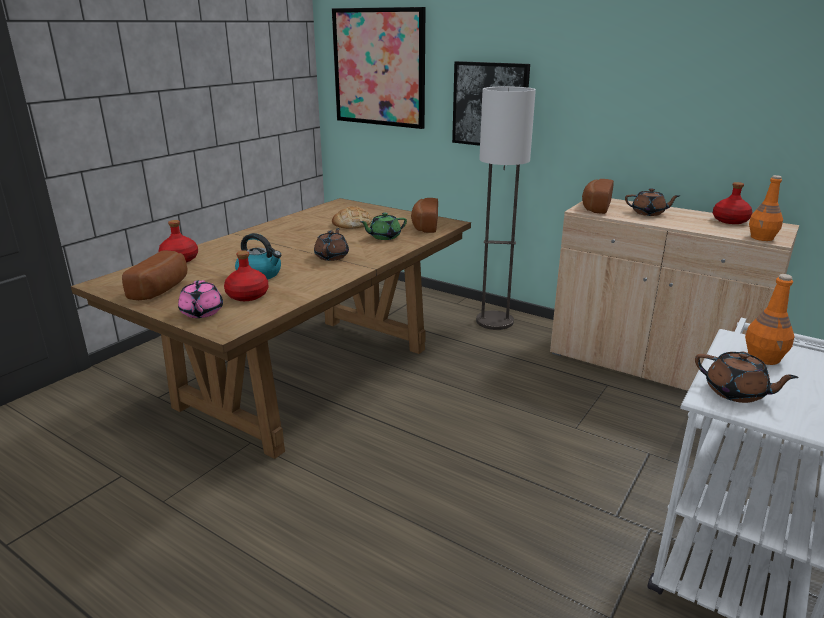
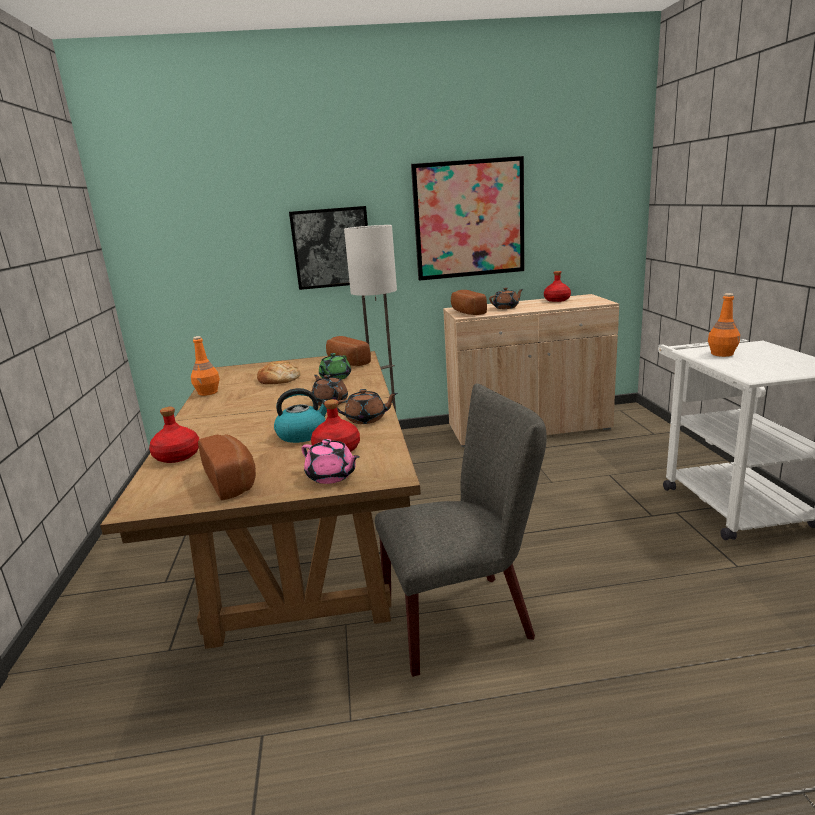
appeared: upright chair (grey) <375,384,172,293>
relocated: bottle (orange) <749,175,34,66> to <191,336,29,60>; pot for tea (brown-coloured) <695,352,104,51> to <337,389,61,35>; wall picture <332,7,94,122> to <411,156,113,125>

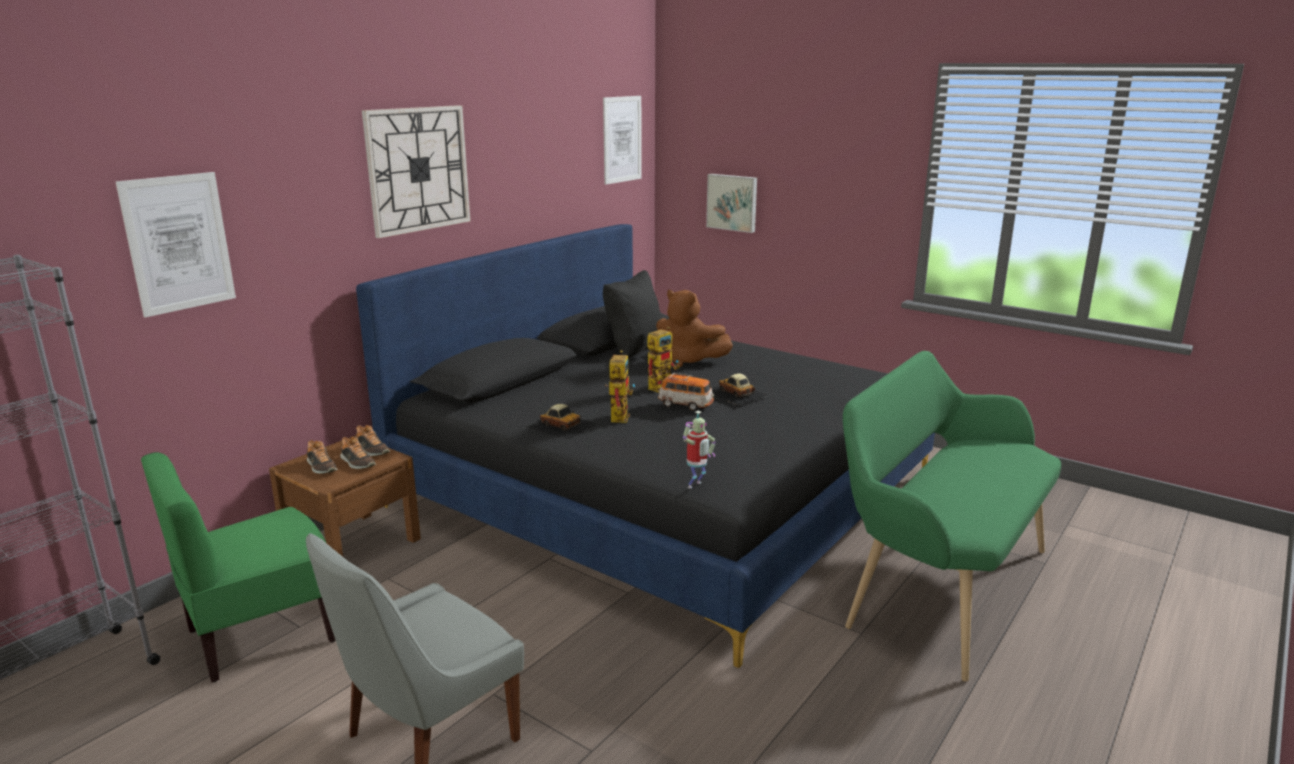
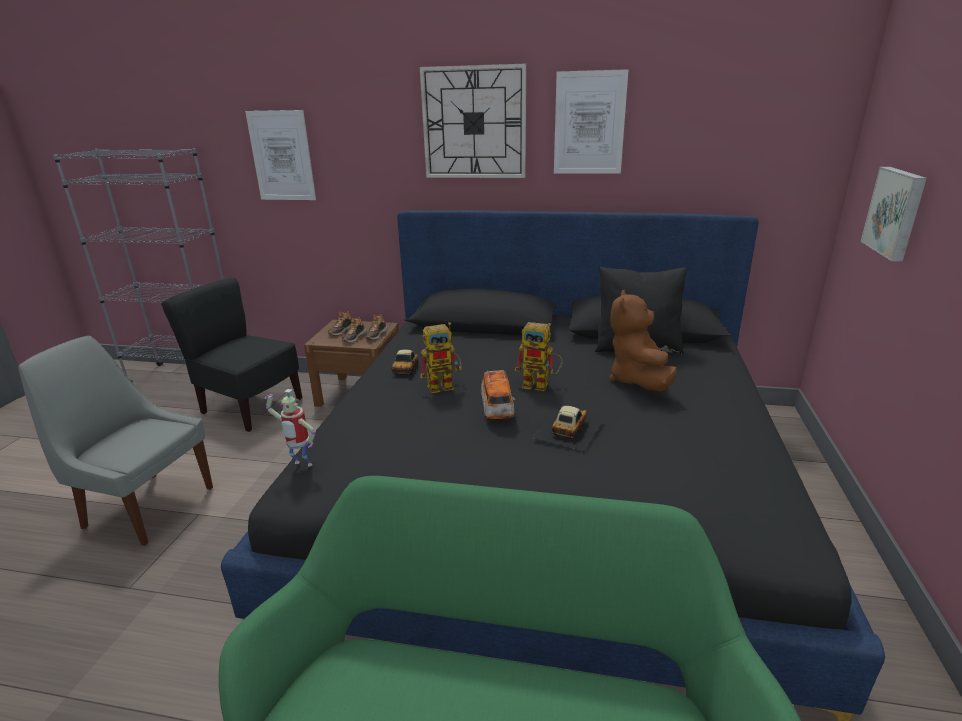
relocated: wall picture <603,96,39,89> to <554,69,75,105>
colour: upright chair (green-coloured) <141,452,195,230> to upright chair (blackish) <161,278,141,154>

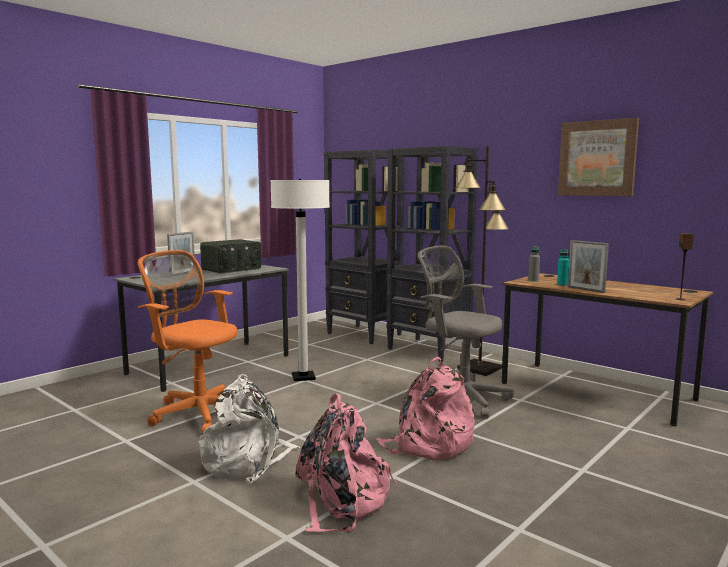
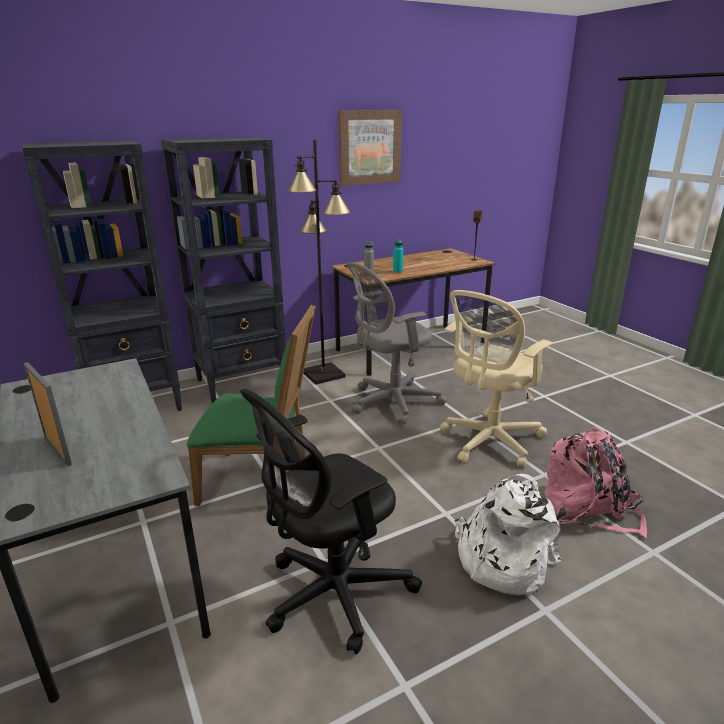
missing: radio set <200,239,61,34>; picture frame <568,240,41,53>
exchanged: standard lamp (white-coloured) <270,179,60,202> to upright chair (green-coloured) <187,304,129,202>; backpack (pinkish) <376,357,99,103> to computer chair (beige-coloured) <440,290,112,178>
colour: computer chair (orange) <138,250,100,183> to computer chair (blackish) <240,389,182,265>

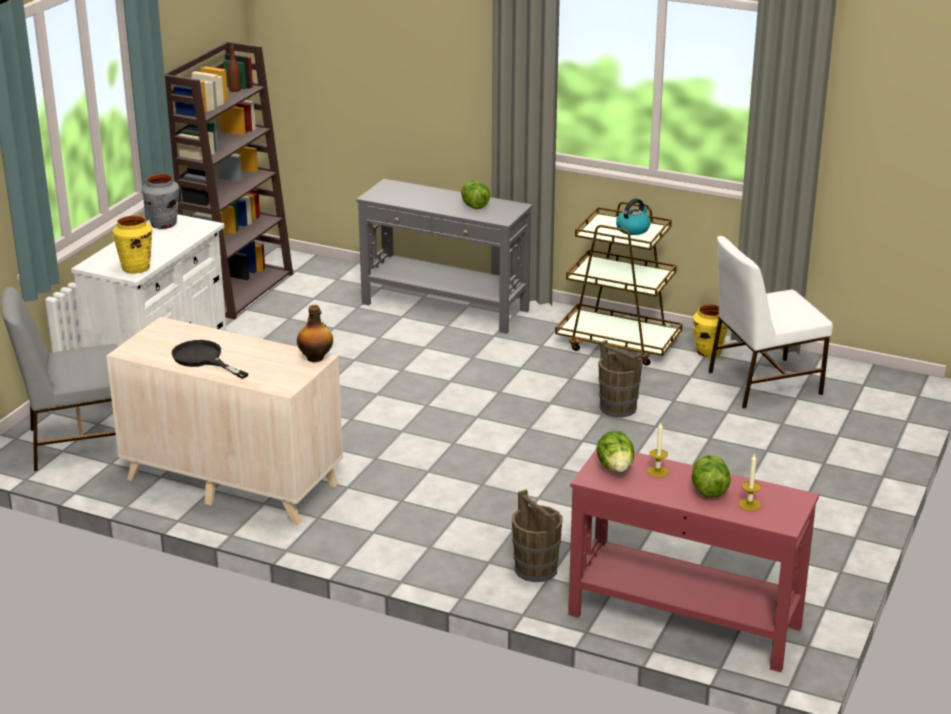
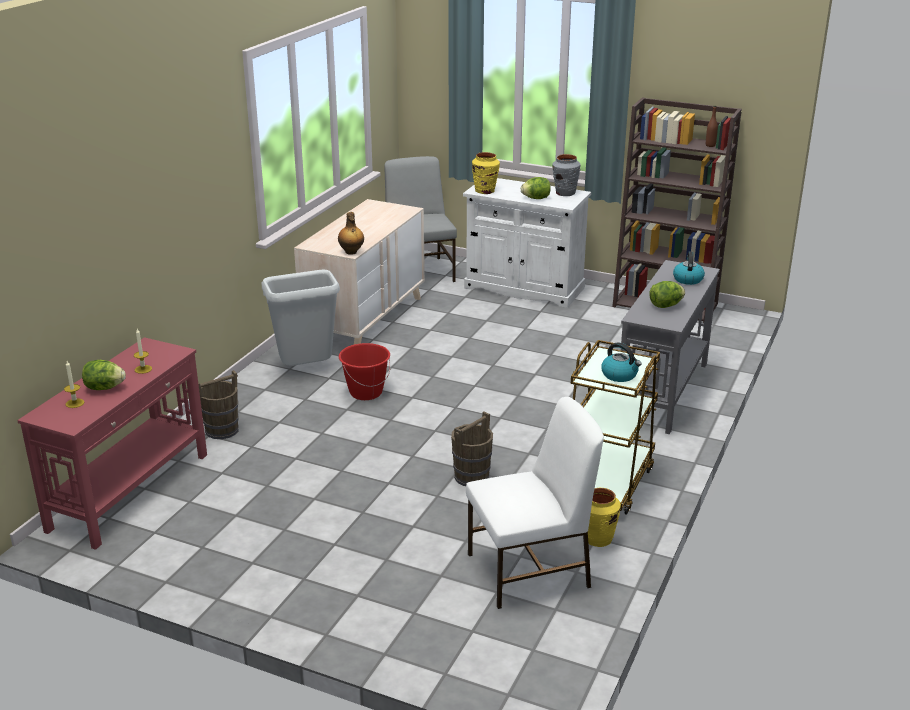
missing: skillet (blackish) <171,340,78,39>
appeared: waste bin (grey) <261,270,79,96>; water bucket (reddish) <339,343,51,57>; tea kettle <673,251,32,34>
relocated: lettuce head <596,431,38,42> to <521,177,30,22>
spun: upright chair (white-coloured) <708,236,125,172> = <466,397,138,212> 90 degrees clockwise

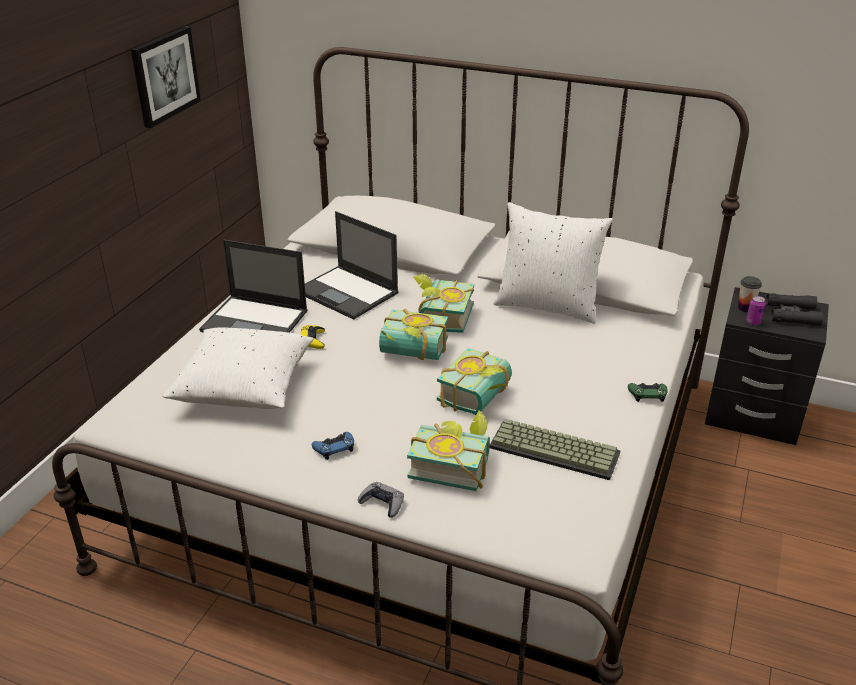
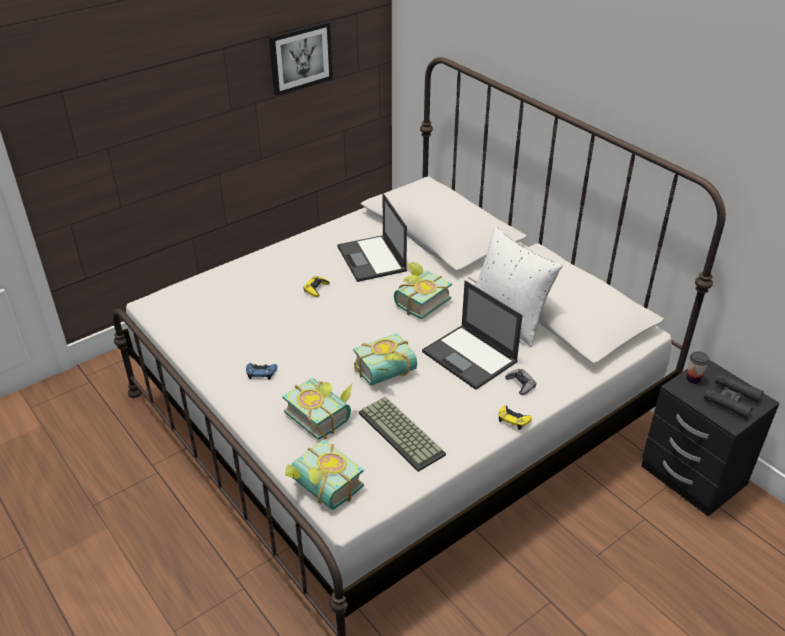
missing: throw pillow (white-coloured) <163,327,151,82>; metal can <746,296,20,30>
relocated: bound book <379,309,69,51> to <285,439,79,71>; laptop <199,240,108,93> to <422,280,101,110>; gamepad (grey) <358,482,46,36> to <505,369,31,26>
colour: gamepad (green-coloured) <628,383,40,19> to gamepad (yellow) <499,406,33,24>

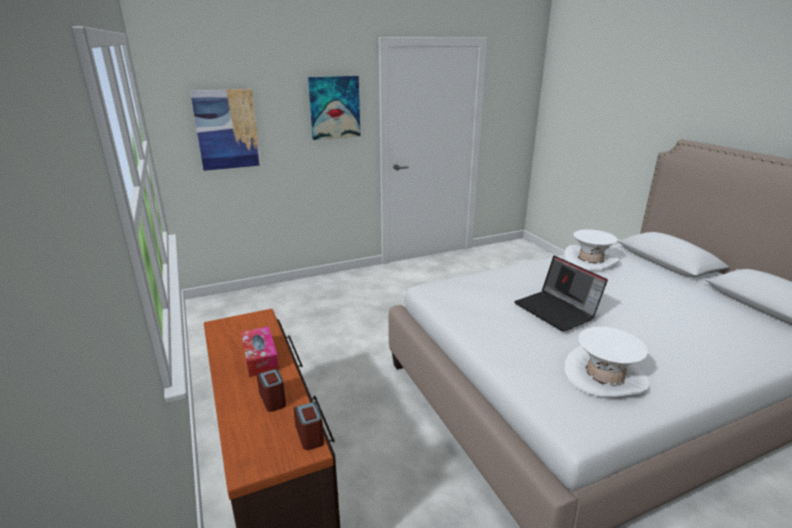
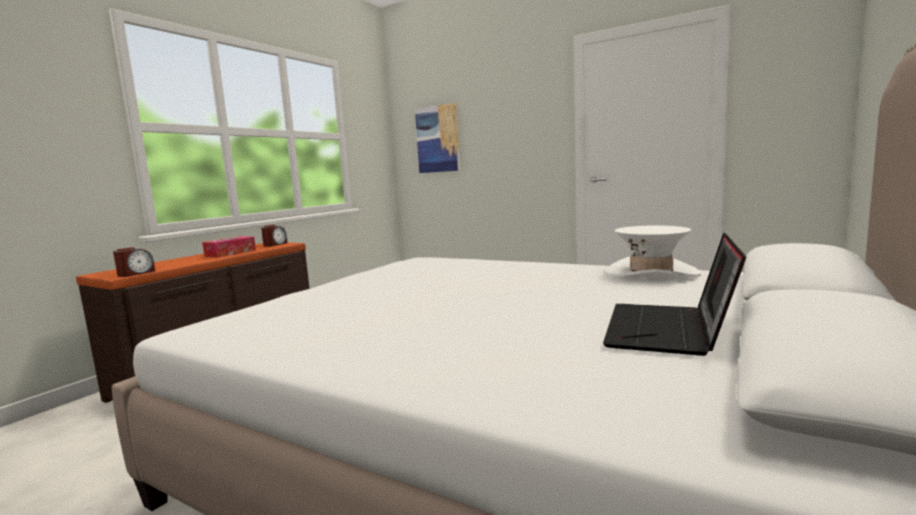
missing: wall picture <308,76,52,64>; hat (white-coloured) <564,327,86,70>
relocated: bedside clock <257,369,29,43> to <261,225,26,21>; laptop <514,256,94,76> to <603,233,143,123>

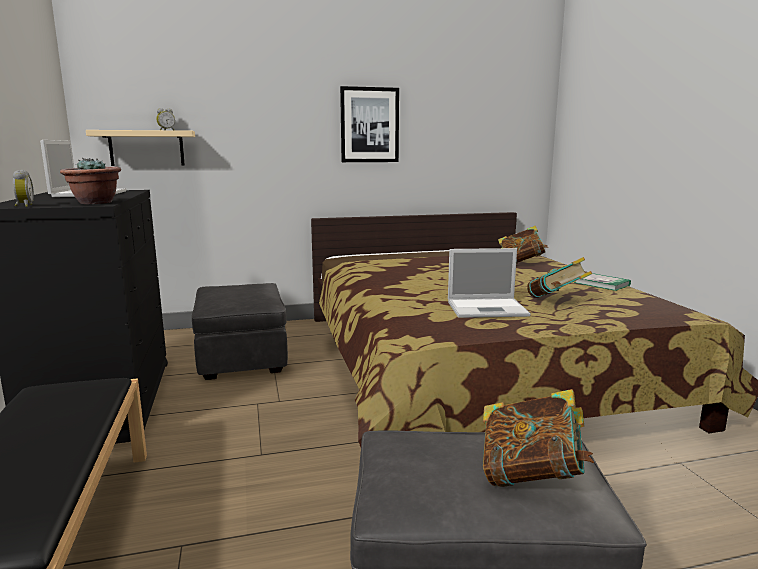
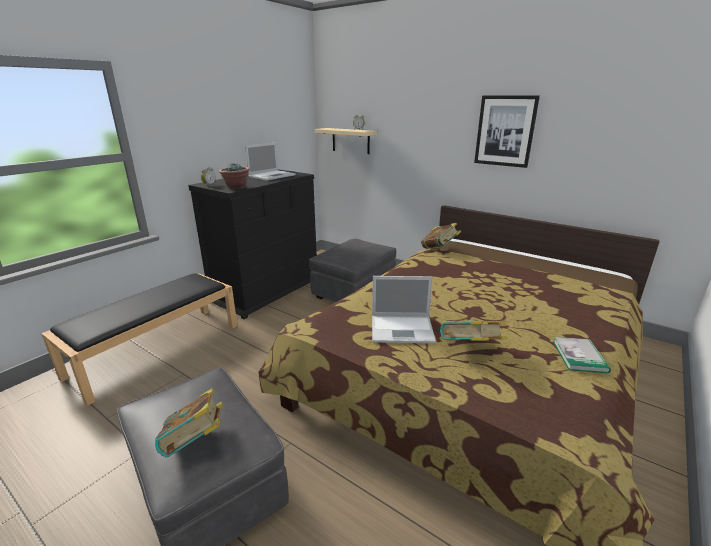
relocated: bound book <498,226,51,38> to <421,223,40,26>
spun: laptop <448,248,83,70> = <372,276,64,68> 45 degrees counterclockwise

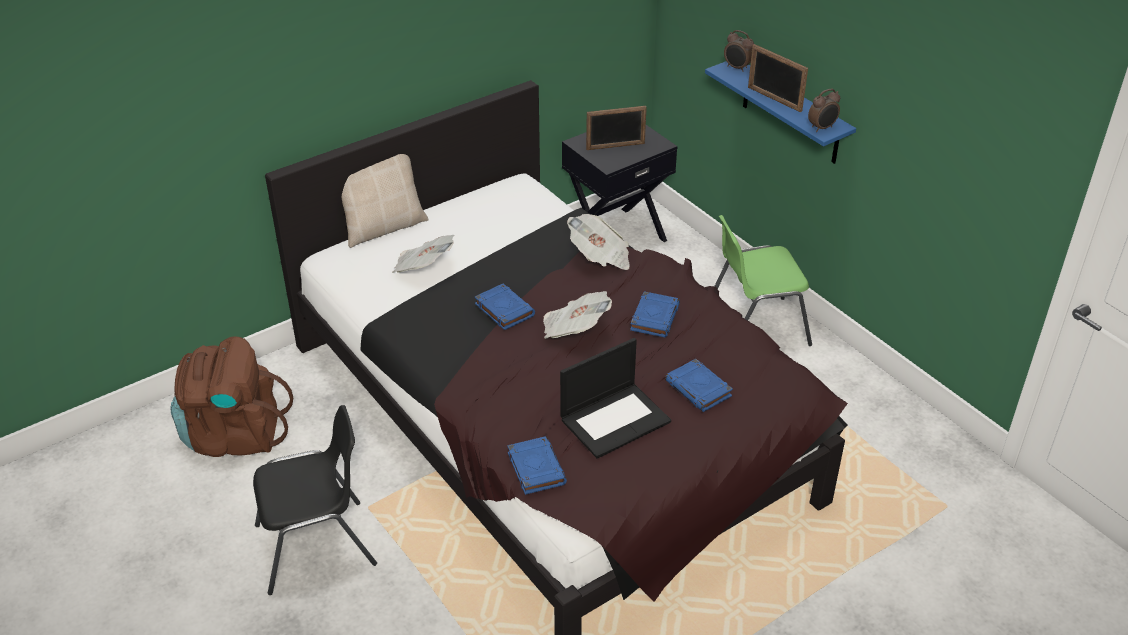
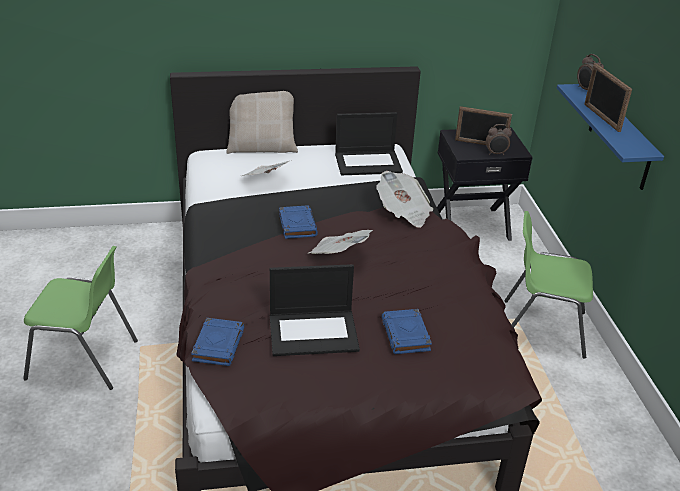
missing: backpack (brown-coloured) <170,336,123,121>; bound book (bluish) <630,291,50,46>
appeared: laptop <335,112,68,63>
relocated: bedside clock <808,89,32,43> to <486,124,26,31>
colour: upright chair (blackish) <253,405,124,190> to upright chair (green-coloured) <23,246,115,144>

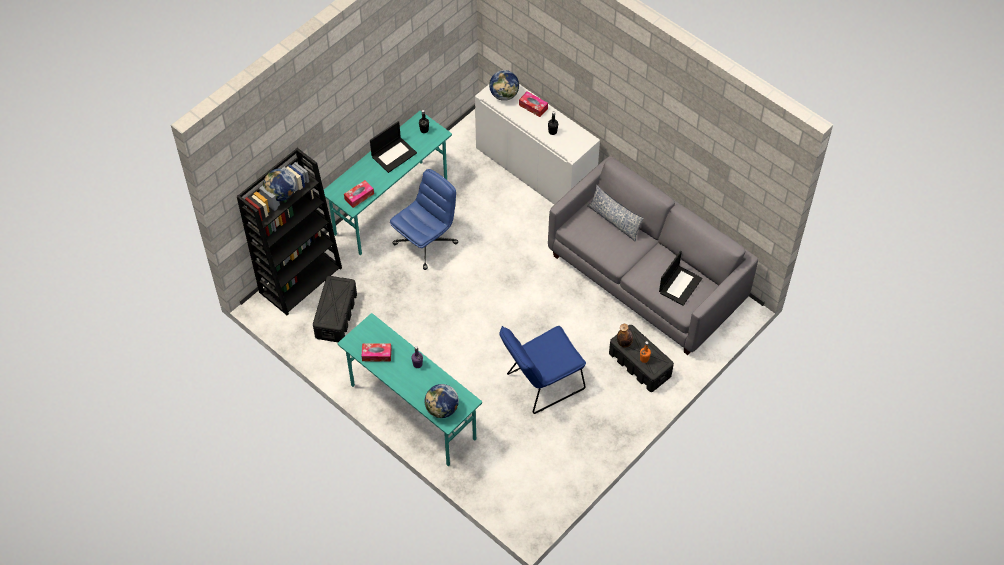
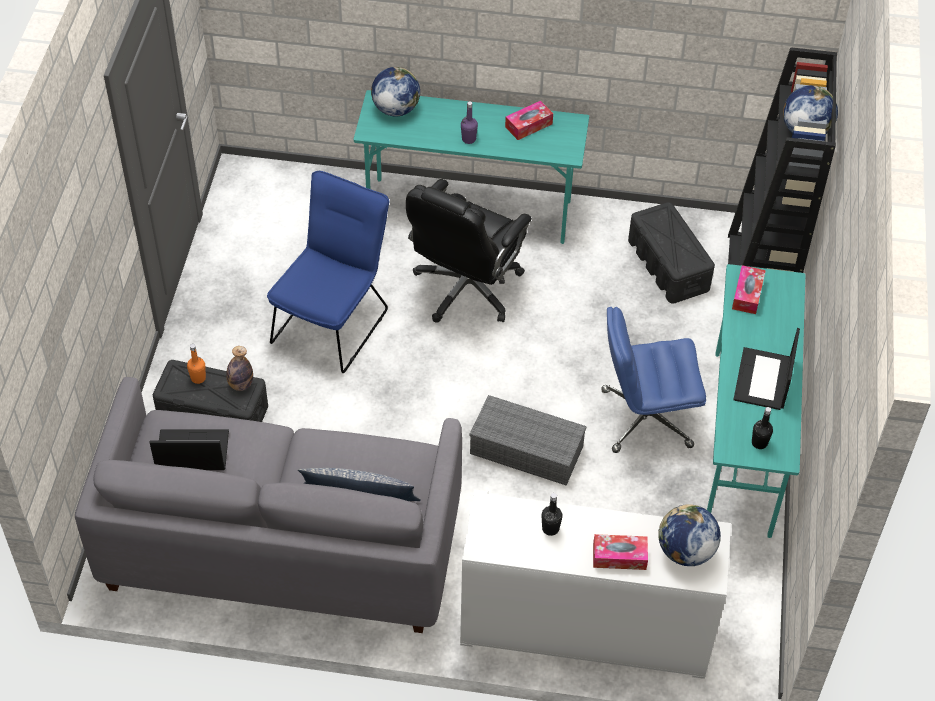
appeared: computer chair (blackish) <406,179,126,144>; storage container (grey) <469,395,117,91>
spun: laptop <659,251,43,55> = <150,429,79,41> 90 degrees clockwise; computer chair (bluish) <390,169,68,101> = <602,307,104,146> 75 degrees clockwise

